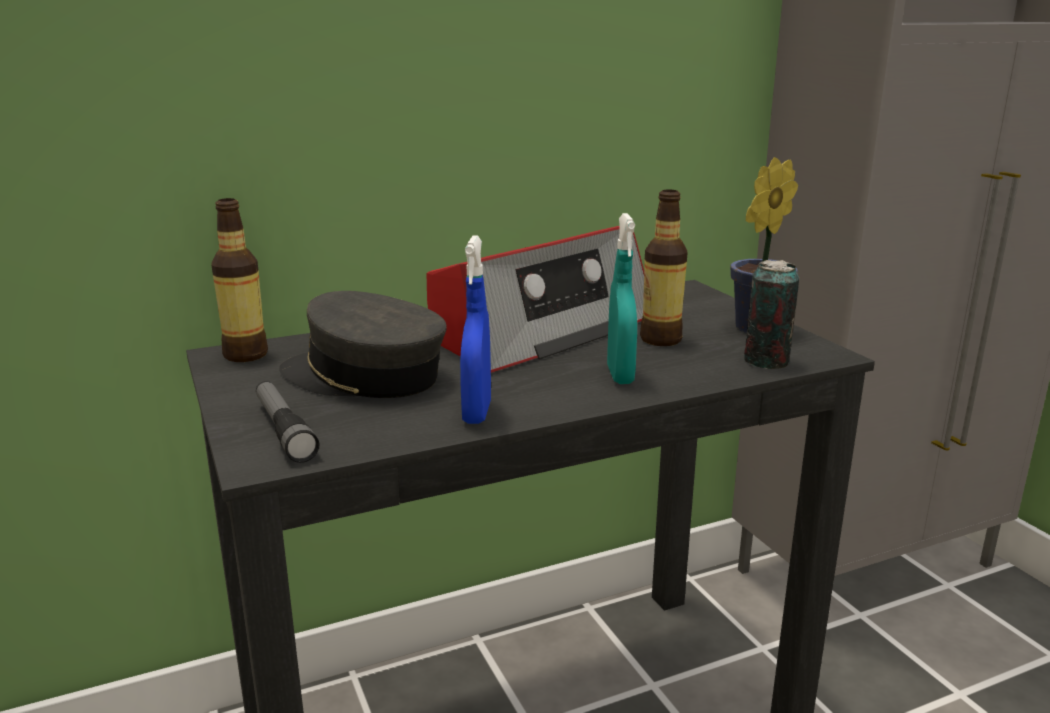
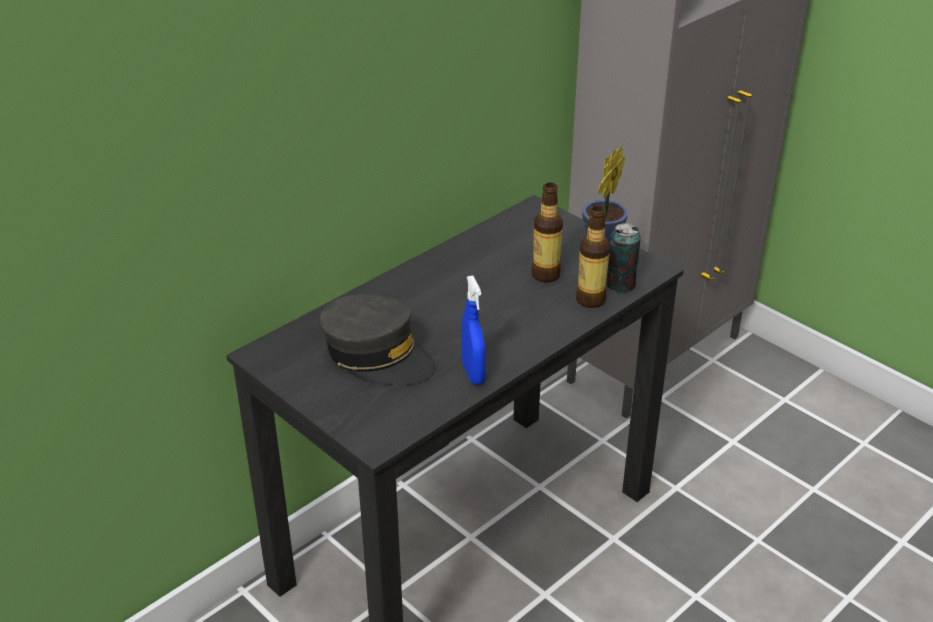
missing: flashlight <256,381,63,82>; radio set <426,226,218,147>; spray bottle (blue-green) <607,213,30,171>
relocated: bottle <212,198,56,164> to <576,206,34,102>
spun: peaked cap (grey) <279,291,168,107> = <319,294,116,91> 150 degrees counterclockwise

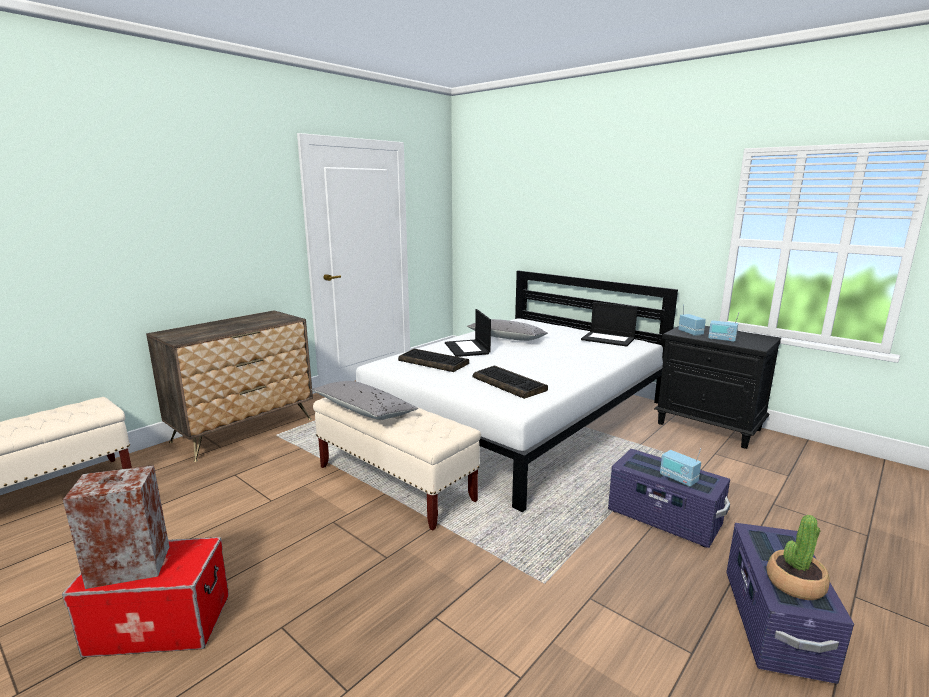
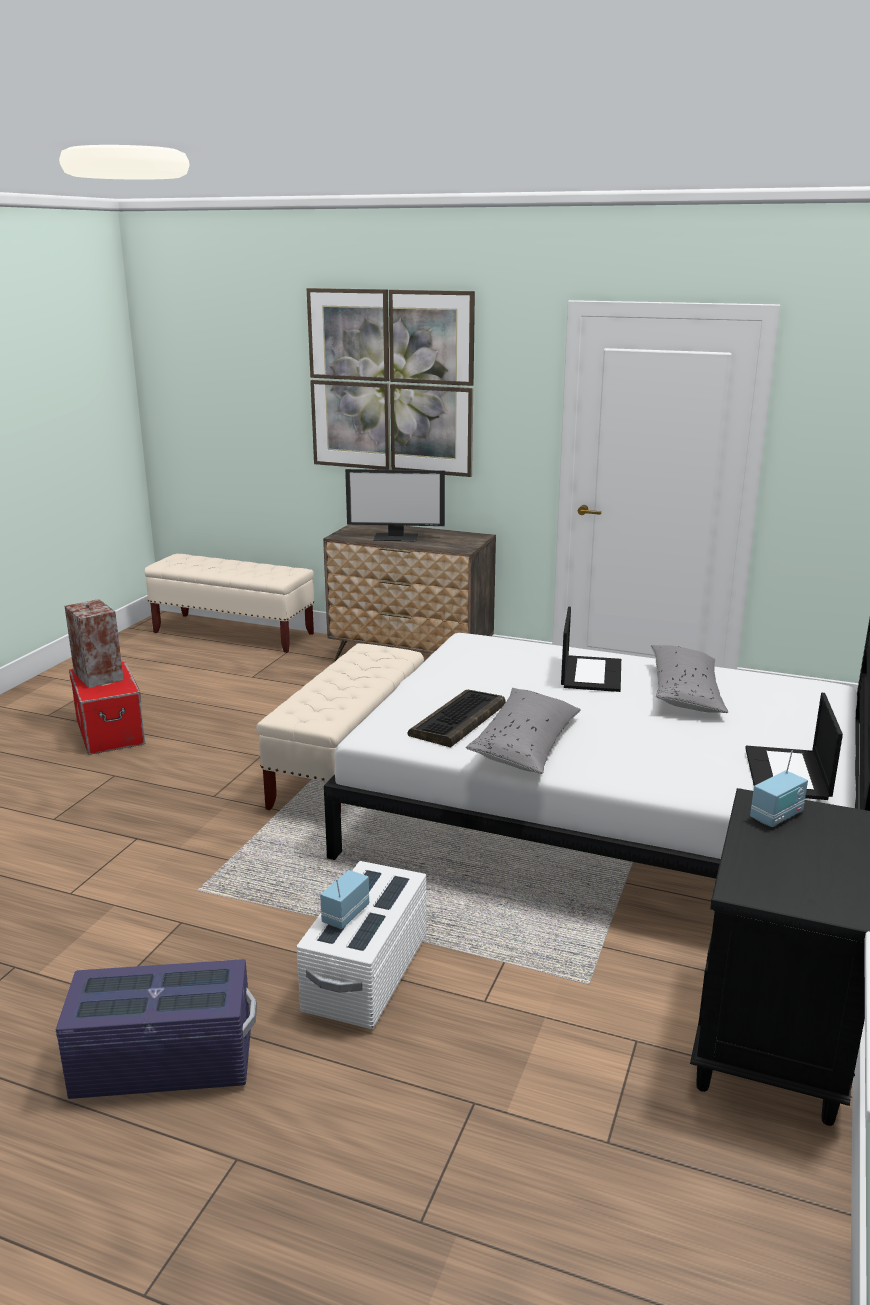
missing: keyboard <398,349,71,23>; radio set <708,313,31,29>; houseplant <767,515,63,85>
appeared: wall picture <306,288,169,189>; computer display <345,469,100,72>
relocated: throw pillow (grey) <311,381,107,39> to <466,688,115,86>
colour: storage container (purple) <608,449,122,99> to storage container (white-coloured) <296,861,130,168>
spun: laptop <445,309,46,48> = <561,607,60,85> 135 degrees clockwise

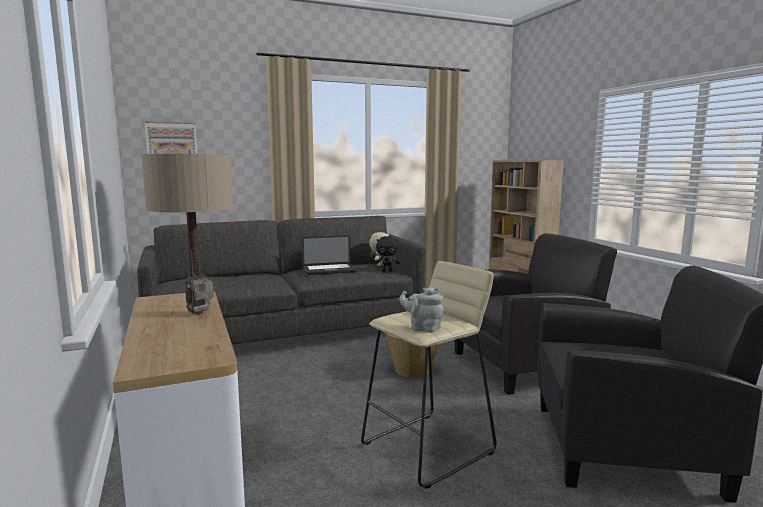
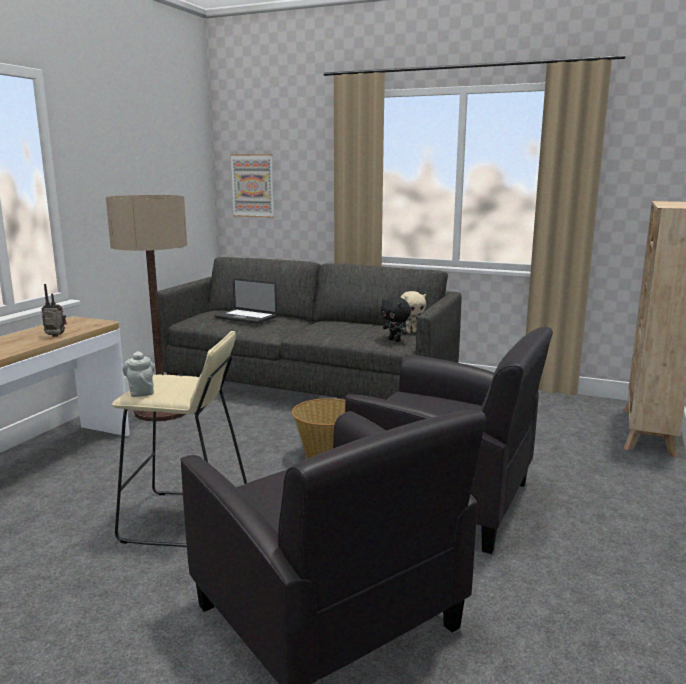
relocated: laptop <302,235,55,40> to <215,278,62,46>

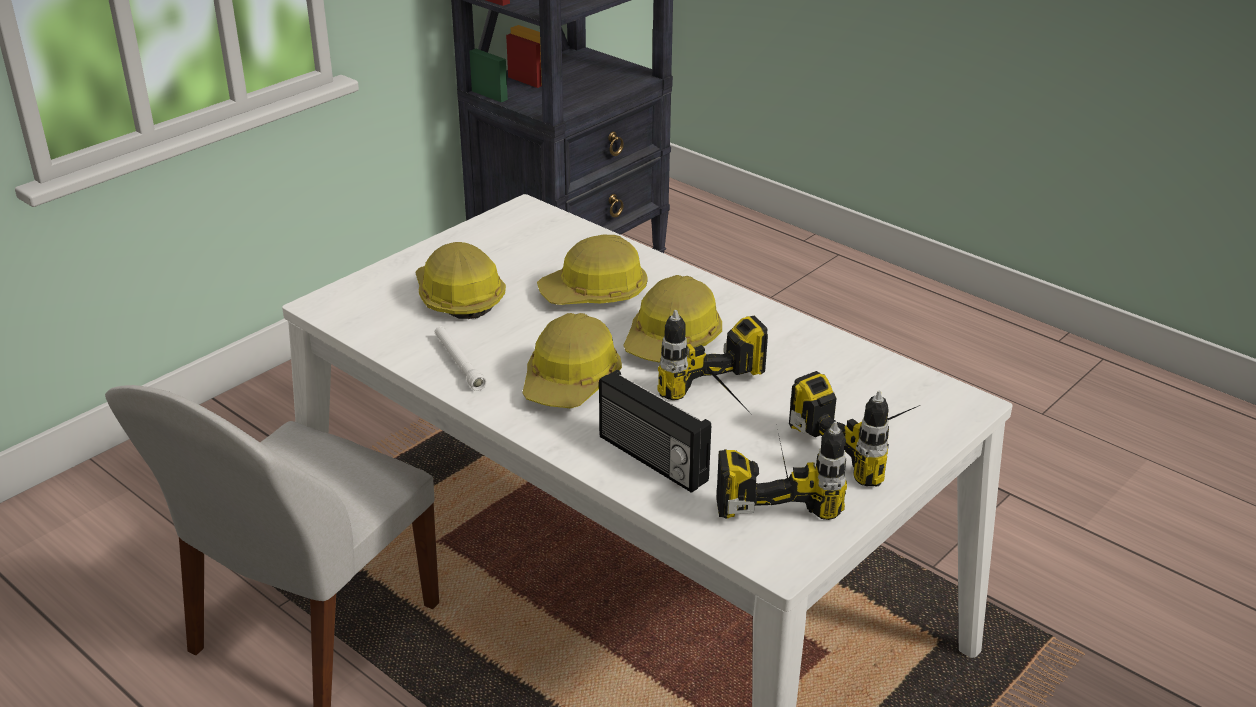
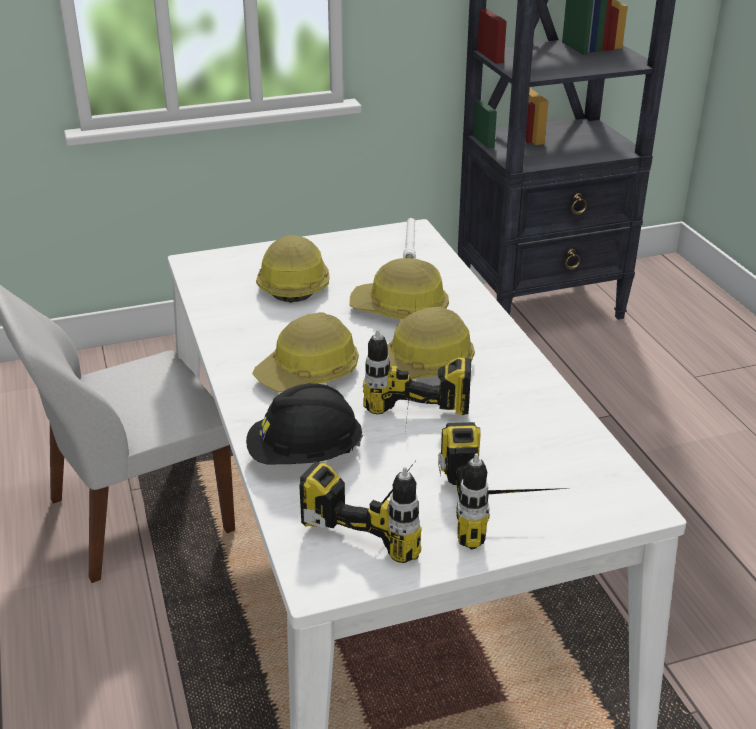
relocated: flashlight (white-coloured) <435,326,52,65> to <403,218,13,41>
exchanged: radio set <599,369,112,124> to work helmet (blackish) <246,383,117,81>

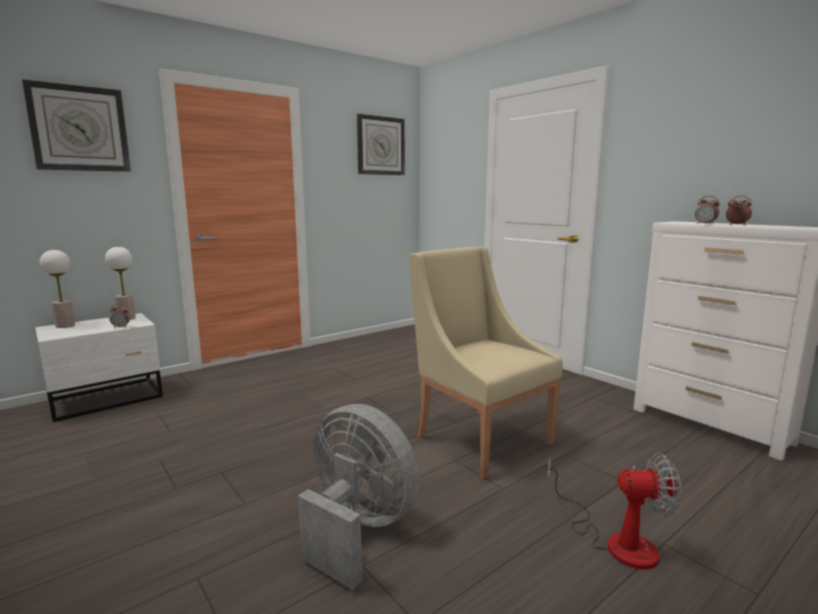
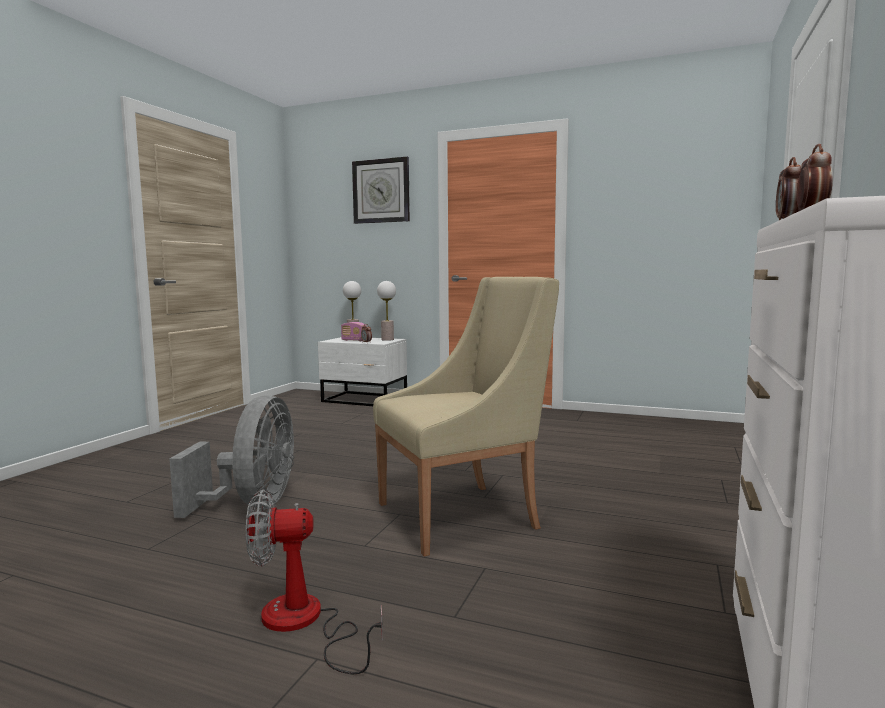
missing: wall clock <357,114,48,61>
appeared: radio set <341,322,26,19>
spun: cooling fan <548,453,133,117> = <246,489,137,185> 105 degrees clockwise; easy chair (beige-coloured) <409,247,154,232> = <373,277,186,280> 45 degrees clockwise

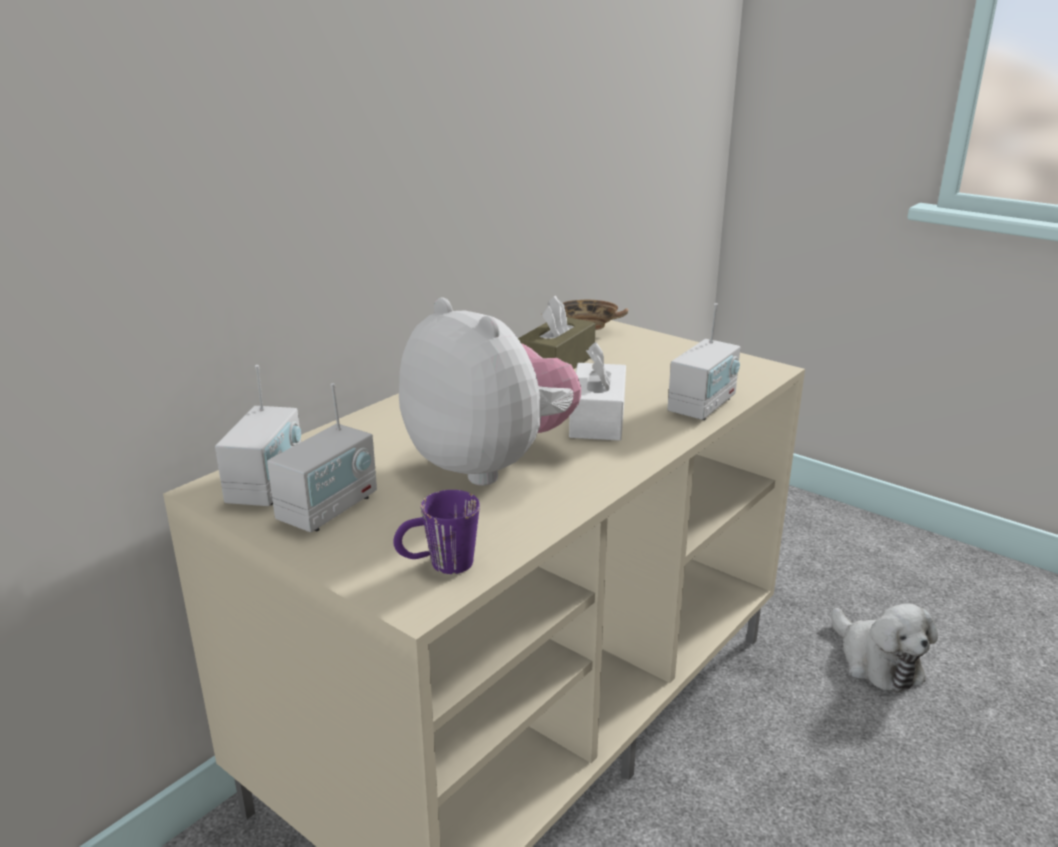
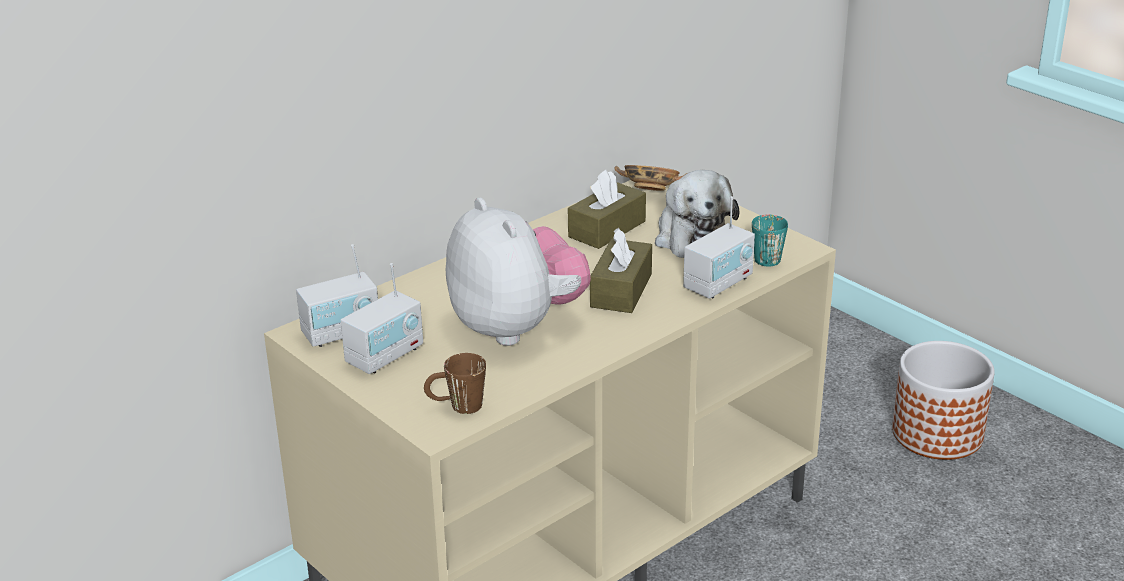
appeared: mug (blue-green) <752,214,36,53>; flower pot <892,341,103,119>
relocated: soft toy <831,603,107,89> to <655,170,84,88>
colour: mug (purple) <393,490,87,84> to mug (brown-coloured) <424,353,62,61>; tissue holder (white-coloured) <569,342,57,99> to tissue holder (brown-coloured) <590,228,62,85>
spun: radio set <215,365,86,141> = <296,244,82,103> 45 degrees clockwise

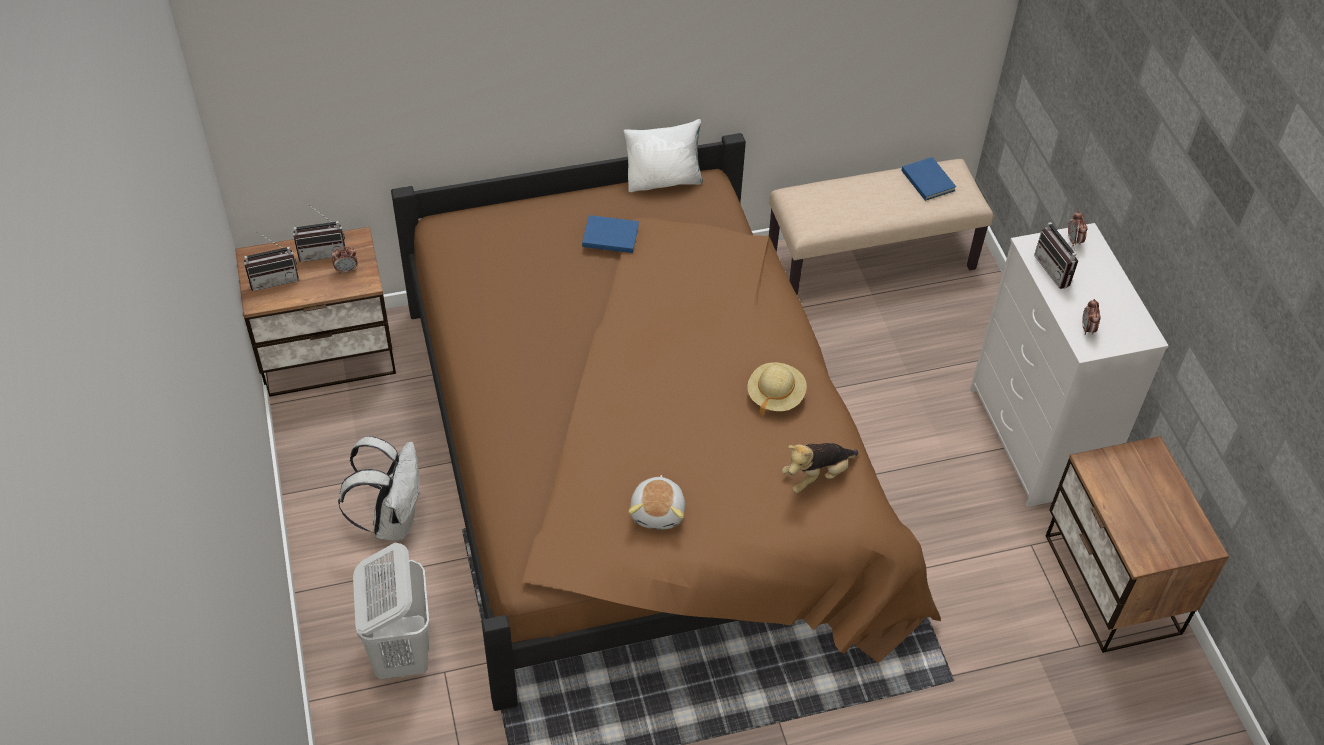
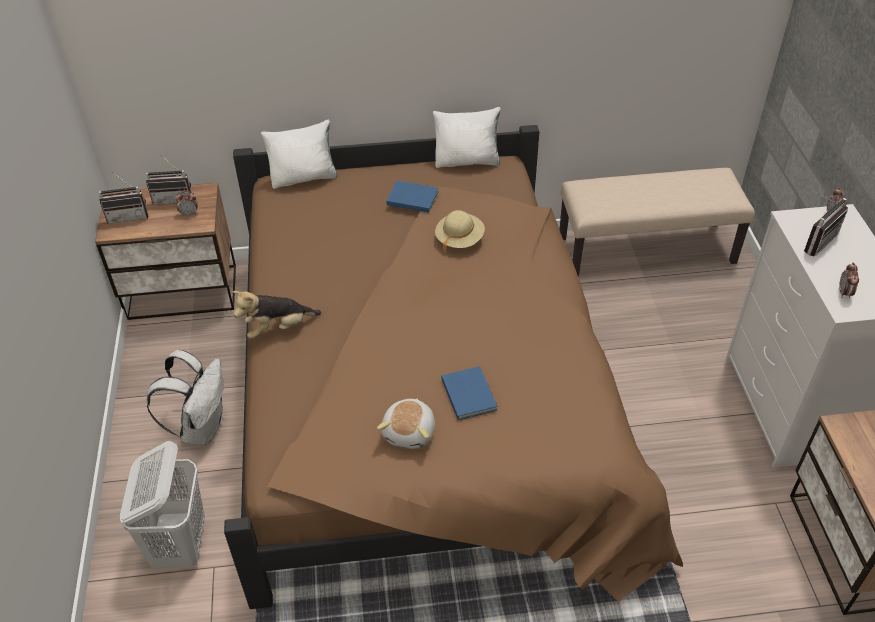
appeared: throw pillow (white-coloured) <261,120,77,69>
relocated: soft toy <782,443,76,50> to <232,291,89,48>; hat (beige-coloured) <747,362,60,54> to <435,210,50,43>; bound book (bluish) <902,157,54,44> to <441,366,57,54>
spun: radio set <1034,220,46,69> = <804,193,44,63> 120 degrees counterclockwise

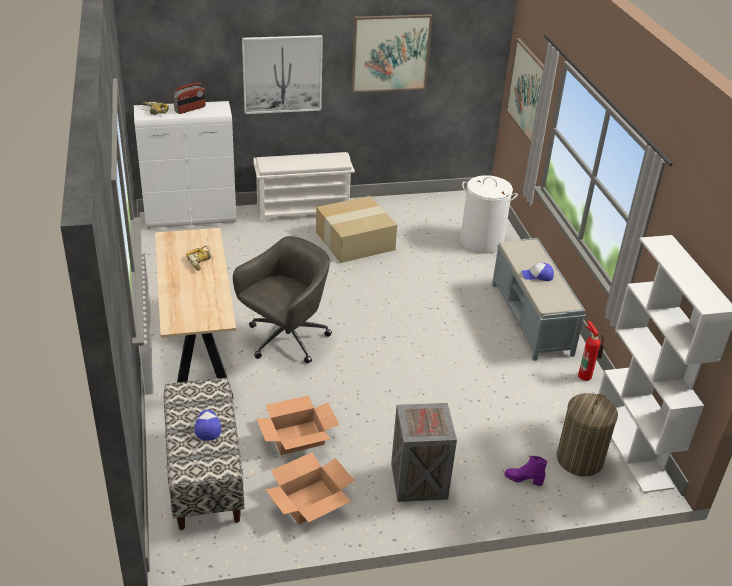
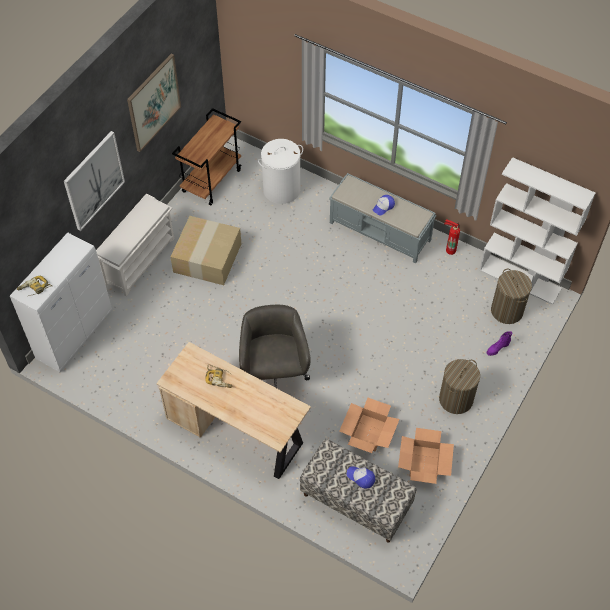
missing: radio set <173,82,33,32>; wall picture <505,38,39,105>
appeared: wheeled cart (brown-coloured) <172,108,69,97>
exchanged: crate <391,403,66,99> to washing basket <439,359,41,55>

